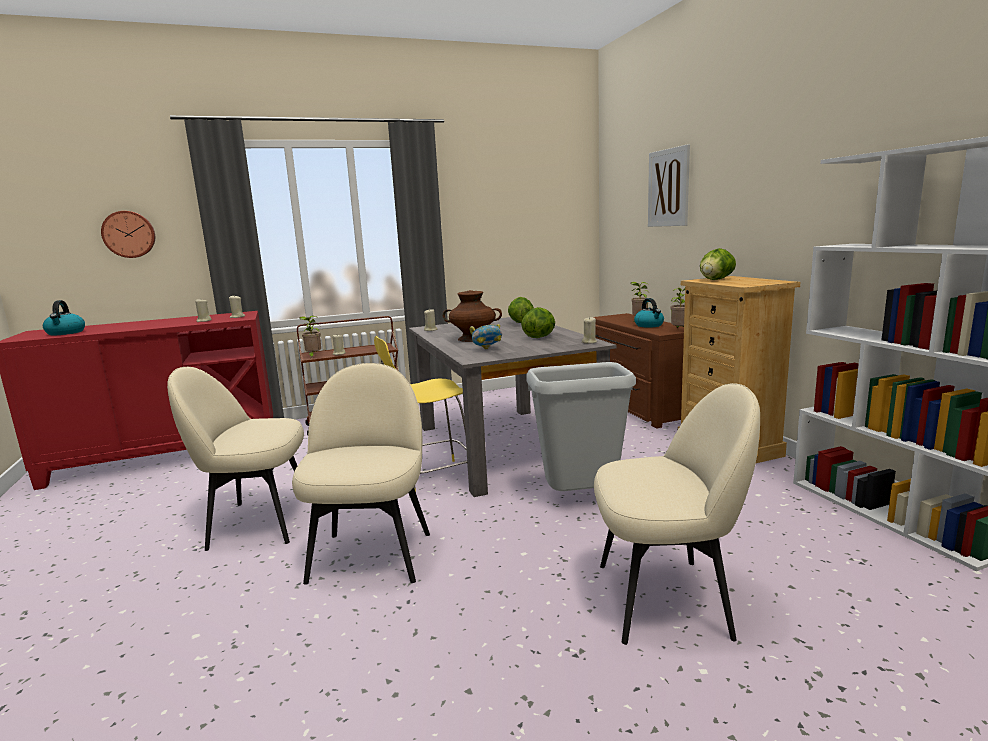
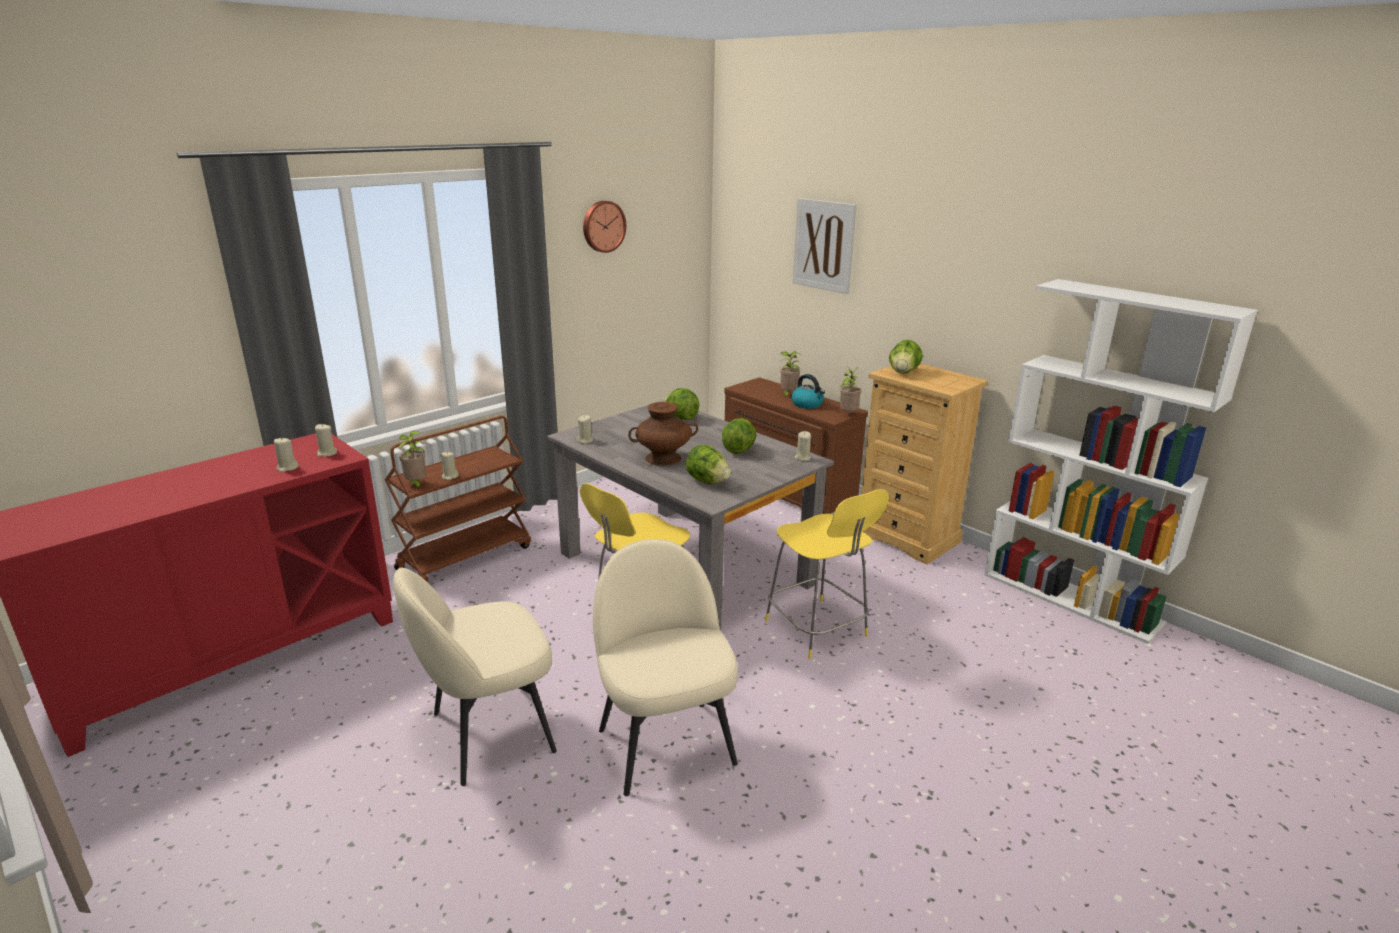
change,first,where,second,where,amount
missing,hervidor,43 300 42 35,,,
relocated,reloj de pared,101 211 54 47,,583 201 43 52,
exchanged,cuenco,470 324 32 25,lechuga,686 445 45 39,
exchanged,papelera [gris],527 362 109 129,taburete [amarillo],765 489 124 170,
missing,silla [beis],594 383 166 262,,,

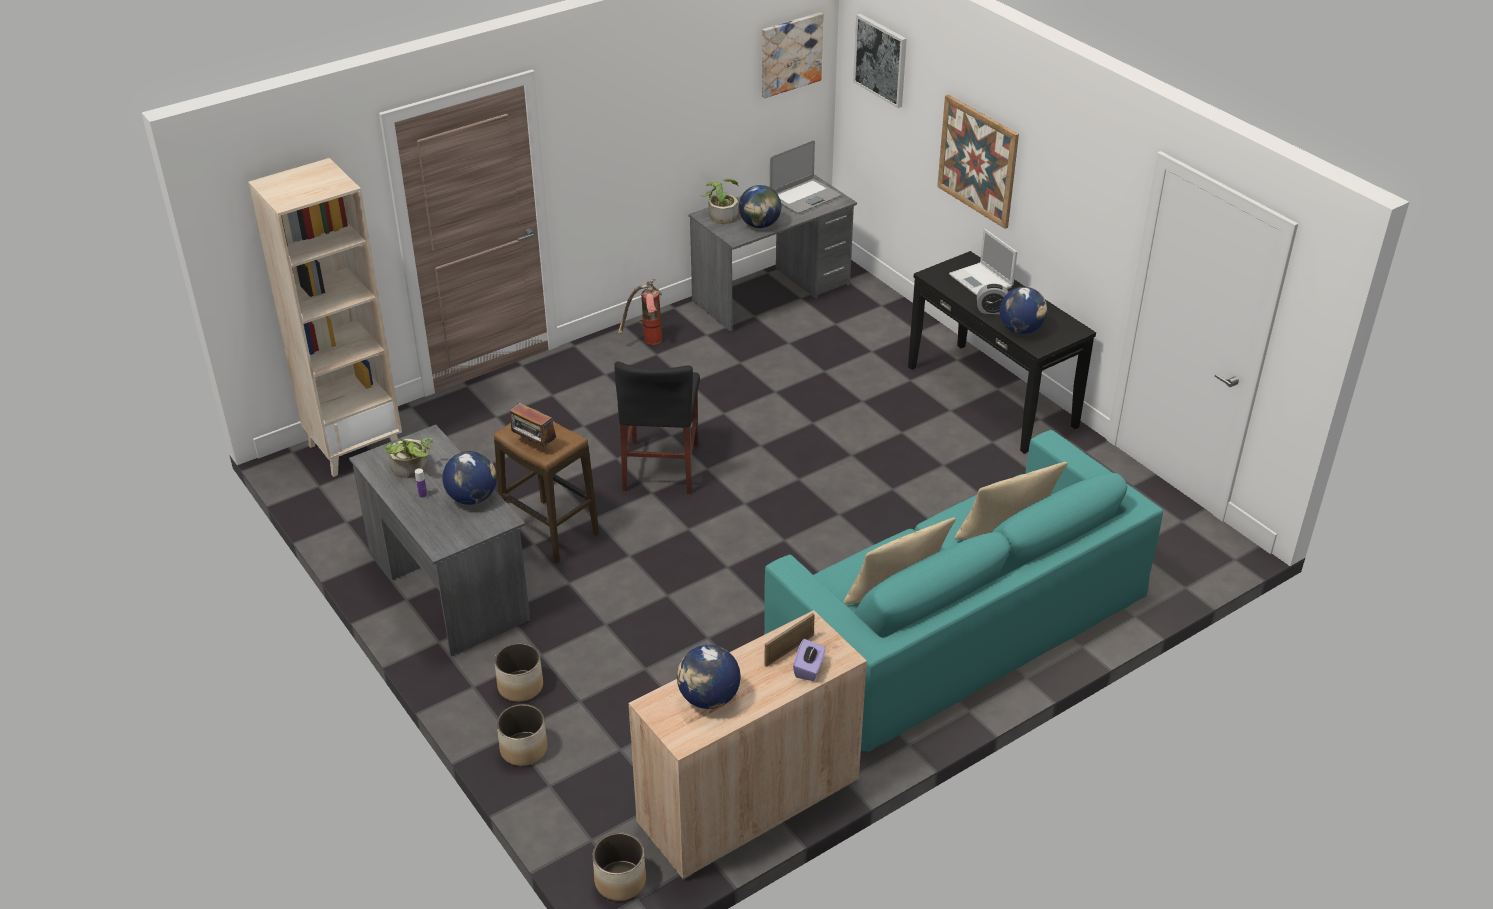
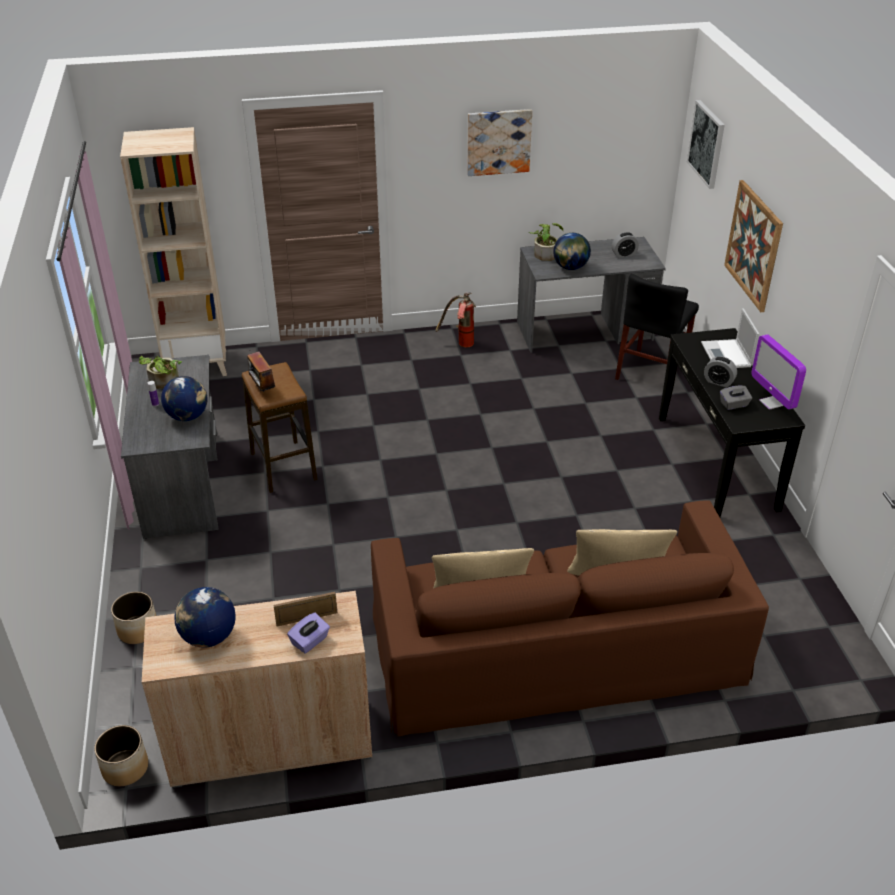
change,first,where,second,where,amount
missing,maceta,494 643 49 59,,,
relocated,silla [negro],614 361 86 133,,615 274 84 106,
relocated,cuadro,762 12 61 86,,467 109 65 67,
colour,sofá [turquesa],764 430 399 322,sofá [marrón],371 500 398 236,
exchanged,portátil,770 140 71 73,despertador,612 232 27 26,
exchanged,globo terráqueo,1000 287 47 47,caja de pañuelos [gris],720 385 32 25,
appeared,,,monitor,751 334 55 76,

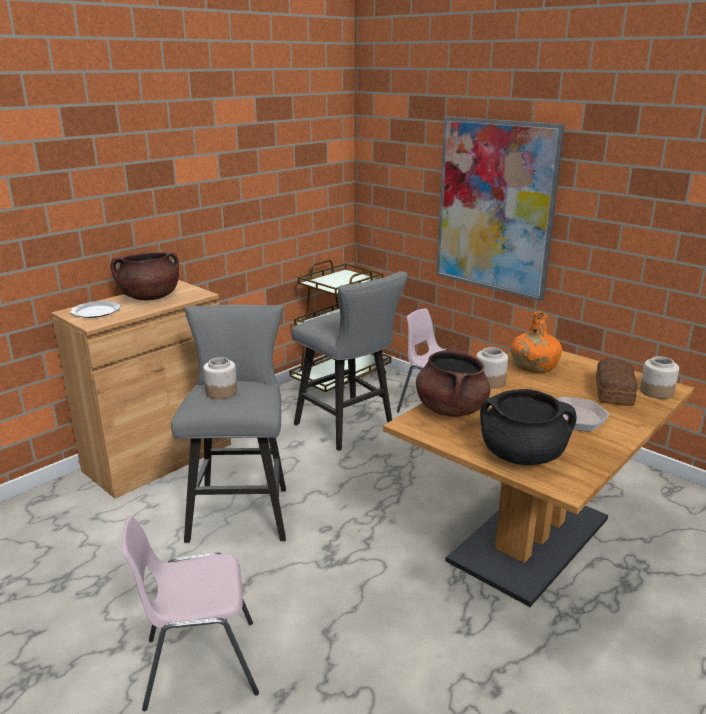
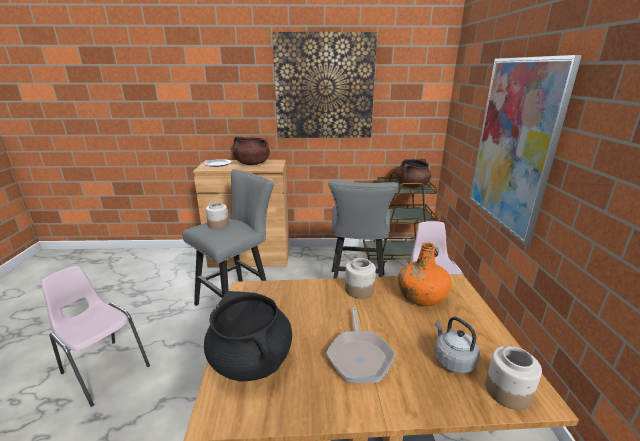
change,first,where,second,where,amount
relocated,olla [marrón],416 346 74 71,,396 159 35 29,
exchanged,pan,596 359 41 47,hervidor [gris],435 317 45 57,
appeared,,,cuadro,273 32 104 106,

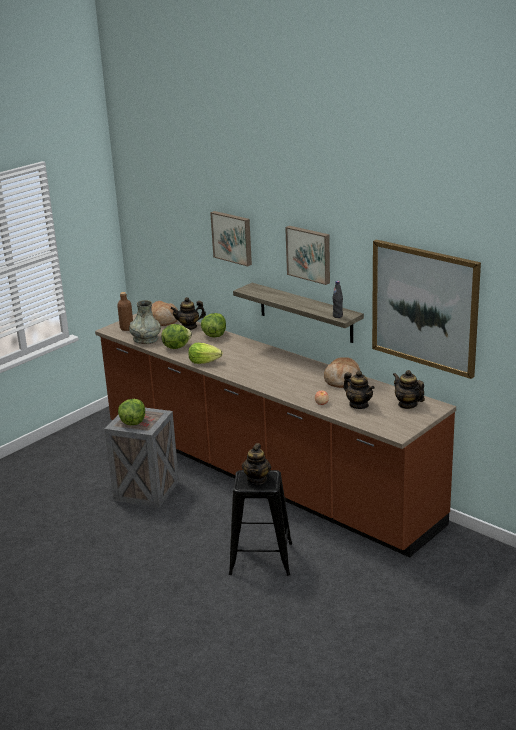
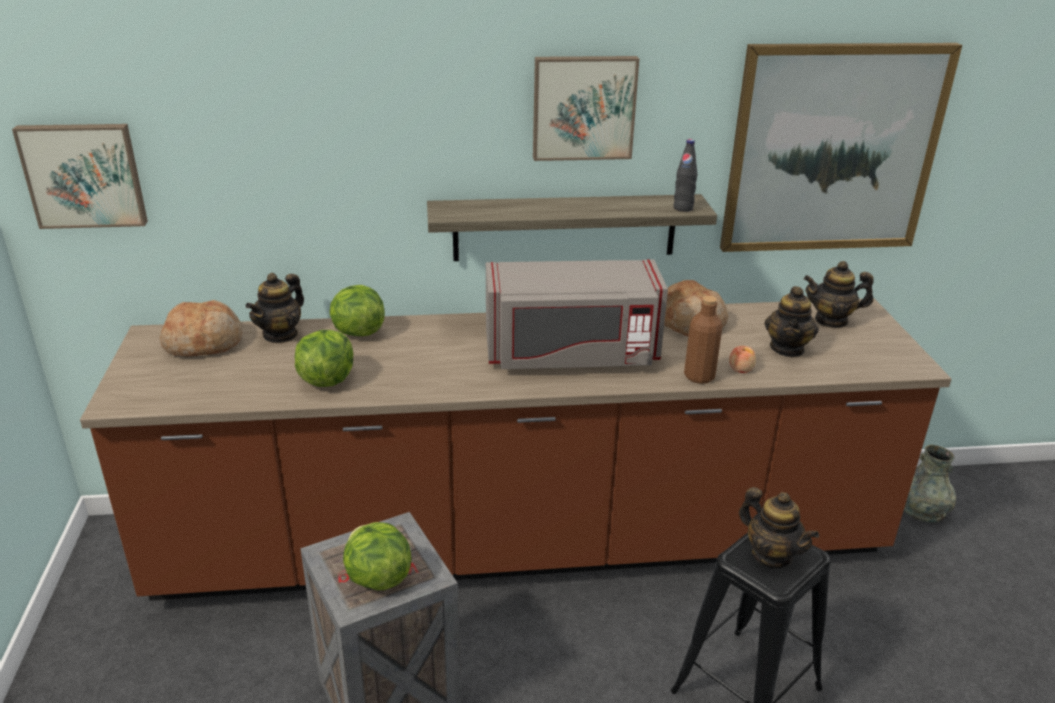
change,first,where,second,where,amount
relocated,botella [marrón],117 292 16 39,,684 296 39 88,
relocated,florero [gris],129 300 32 44,,904 445 52 78,
missing,lechuga,188 343 34 21,,,
relocated,cuadro,210 211 42 55,,12 124 136 105,
spun,tetera,343 371 32 38,,765 286 54 71,105 degrees clockwise
appeared,,,microondas [gris],486 259 182 110,

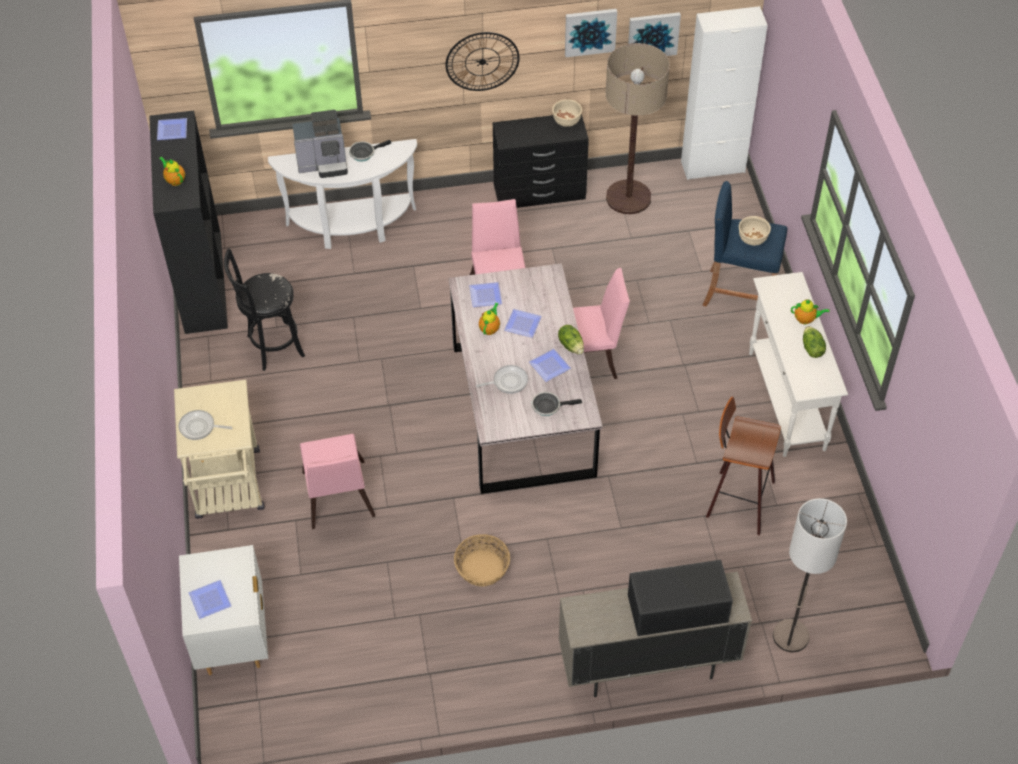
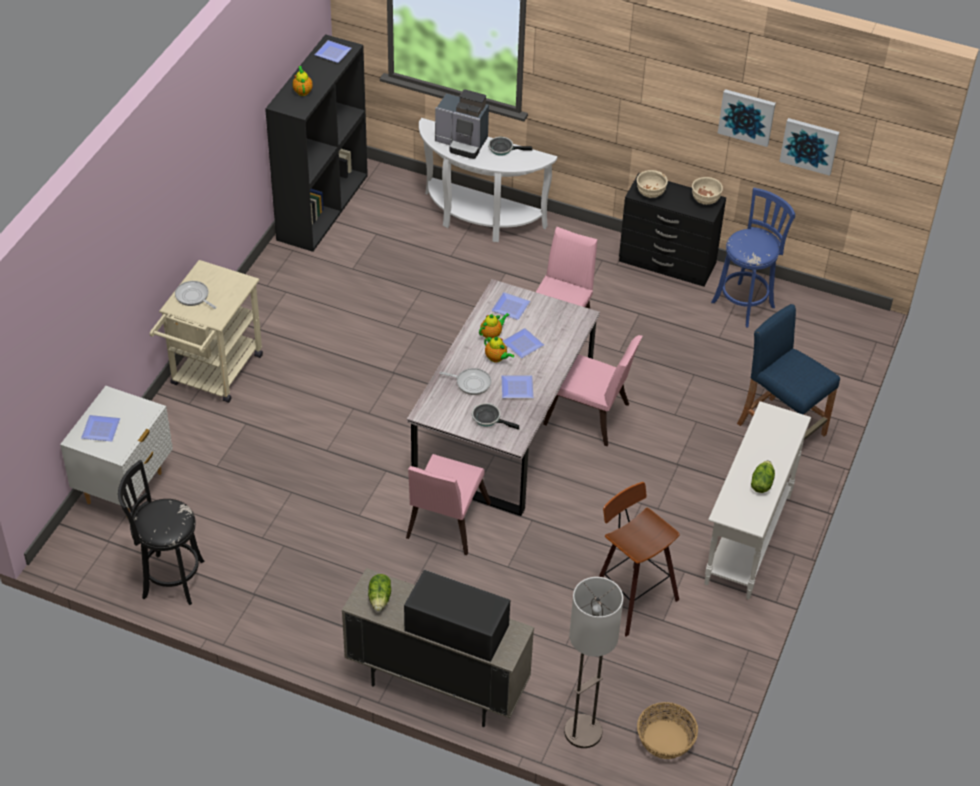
change,first,where,second,where,amount
relocated,taburete [negro],224 248 81 123,,118 460 87 145,
relocated,silla [rosa],300 434 75 95,,406 454 85 101,
missing,reloj de pared,446 32 74 59,,,
relocated,cesta,454 534 56 52,,637 702 61 57,
relocated,lechuga,558 325 26 30,,368 574 23 38,
exchanged,lámpara de pie,605 43 65 171,taburete [azul],711 188 84 139,
missing,armario [blanco],681 6 87 174,,,
relocated,cuenco [beis],739 216 32 30,,637 170 31 28,
relocated,tetera,791 299 38 25,,484 336 30 26,

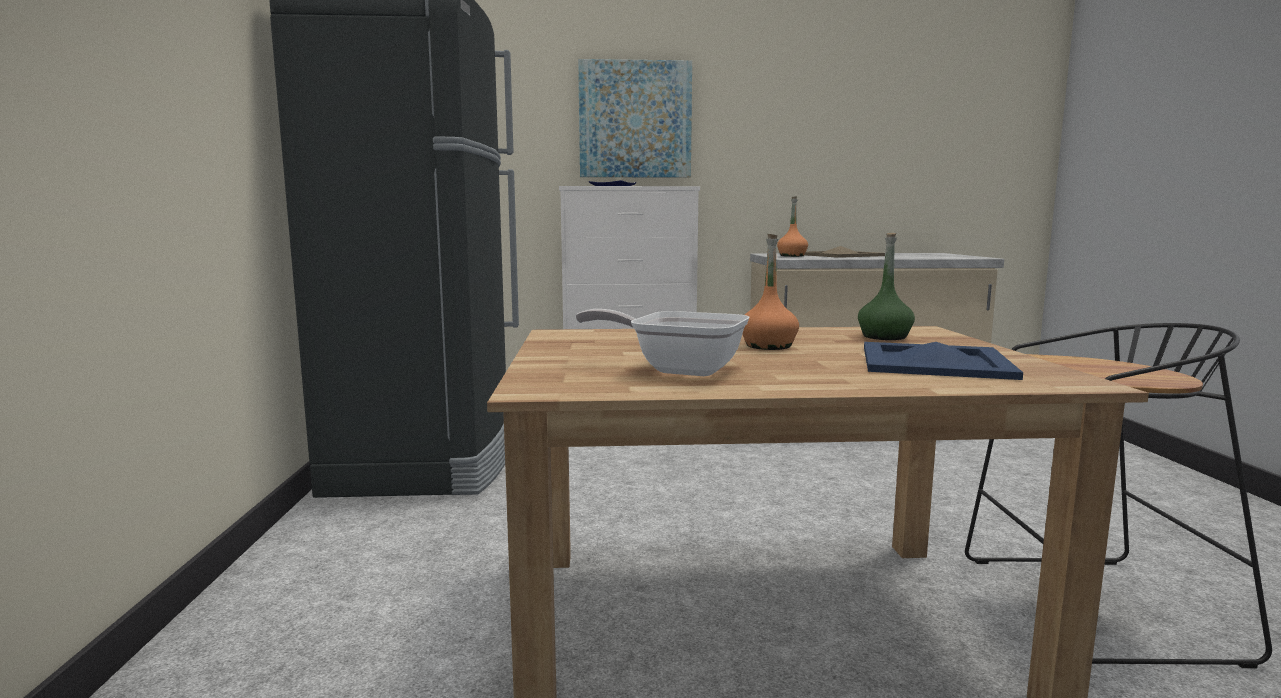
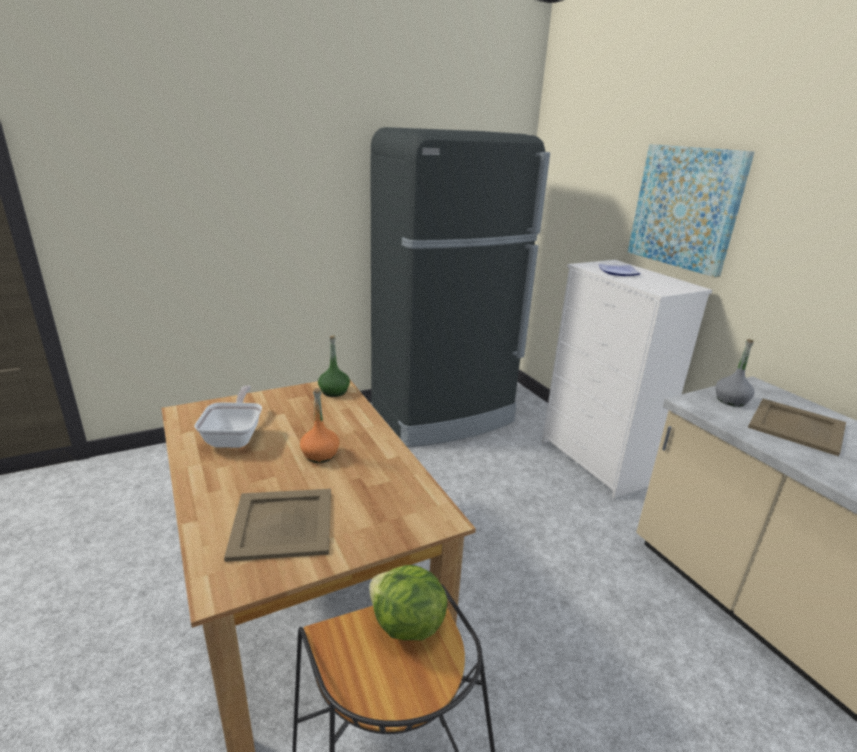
change,first,where,second,where,amount
colour,botella [naranja],777 197 31 60,botella [gris],715 339 40 68,
relocated,botella [verde],858 233 57 107,,318 335 32 62,
colour,bandeja [azul],864 342 159 38,bandeja [beis],224 489 107 73,
appeared,,,lechuga,369 565 78 76,

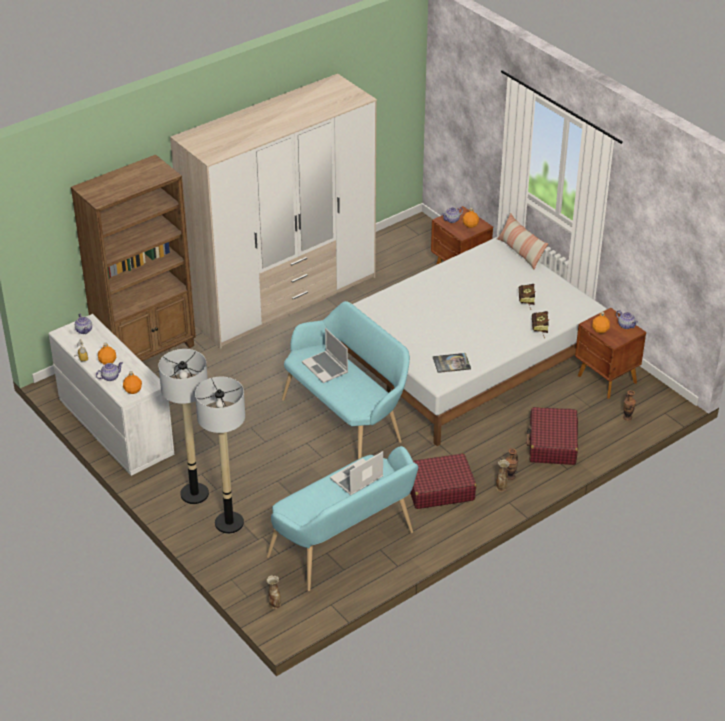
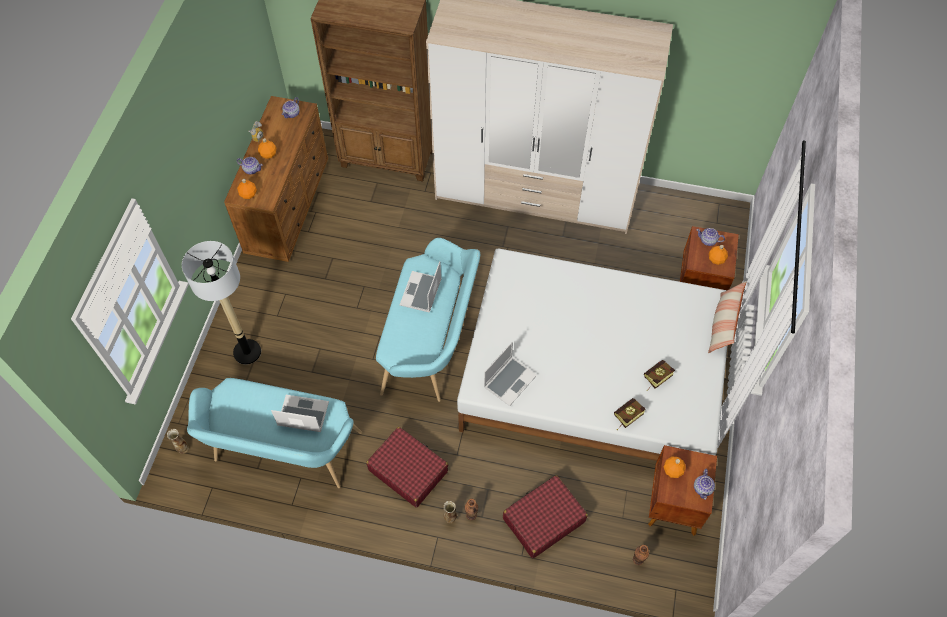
change,first,where,second,where,amount
colour,cómoda [blanco],49 314 125 162,cómoda [marrón],224 96 104 166,
missing,lámpara de pie,158 349 51 155,,,
exchanged,libro,433 353 38 20,portátil,484 341 53 65,

